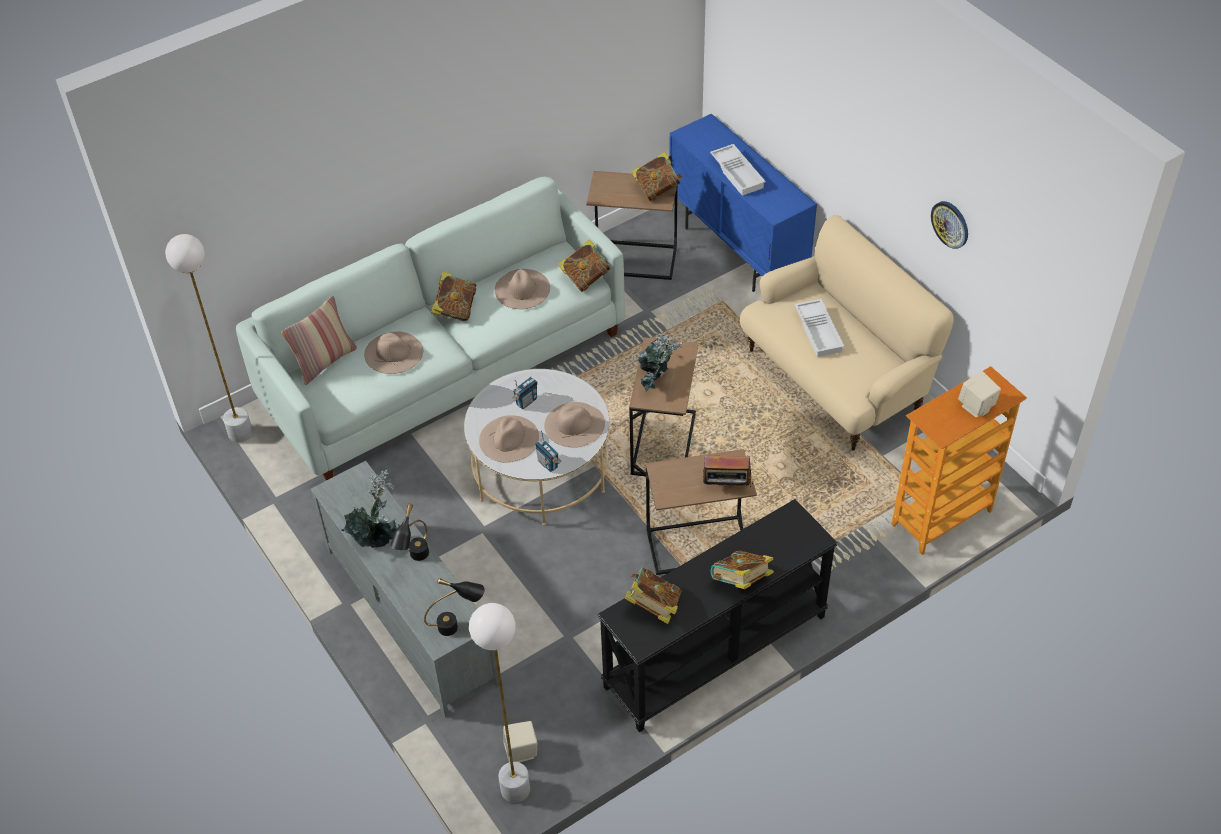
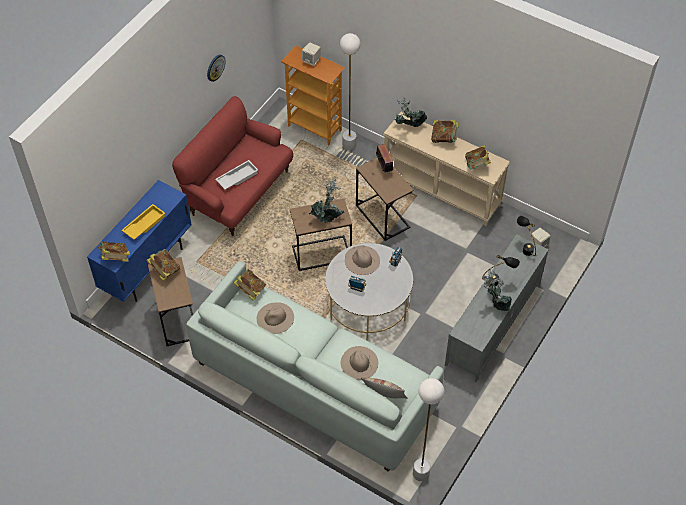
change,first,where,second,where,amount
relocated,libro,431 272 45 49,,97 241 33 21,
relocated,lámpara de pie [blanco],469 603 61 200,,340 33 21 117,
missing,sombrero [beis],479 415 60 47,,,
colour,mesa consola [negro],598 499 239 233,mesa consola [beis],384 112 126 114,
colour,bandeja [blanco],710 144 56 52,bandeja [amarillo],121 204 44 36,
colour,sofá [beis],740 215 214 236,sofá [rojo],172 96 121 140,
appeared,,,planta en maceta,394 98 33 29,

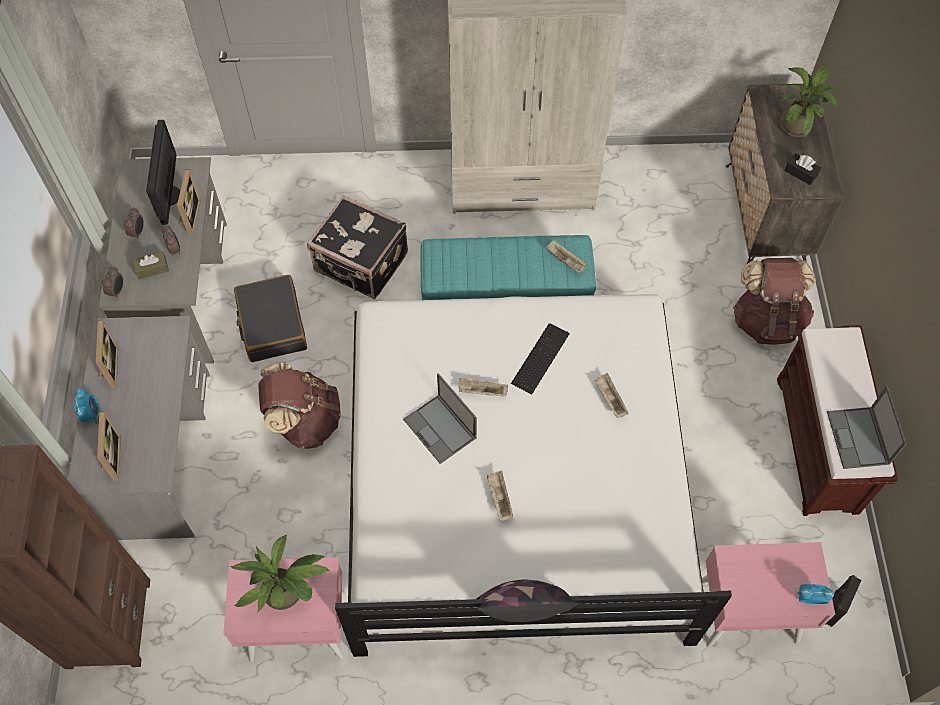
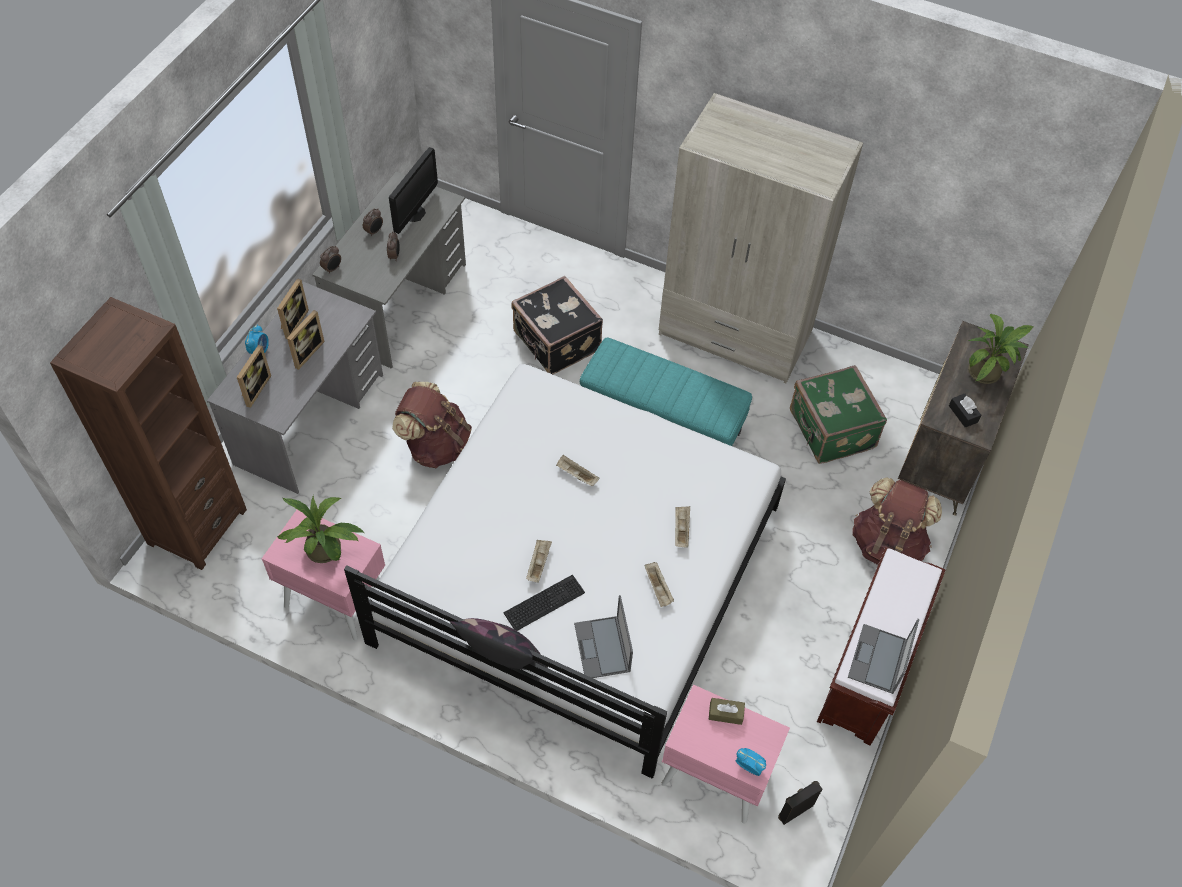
change,first,where,second,where,amount
relocated,caja de pañuelos [marrón],132 251 37 28,,709 698 36 27,
relocated,portarretratos,177 169 24 67,,287 310 38 60,
missing,maleta [negro],234 275 73 87,,,
relocated,portátil,403 373 74 91,,574 595 59 83,
relocated,teclado,511 323 59 71,,503 575 82 56,
relocated,bandeja [beis],546 240 41 34,,645 562 29 45,
appeared,,,maleta [verde],790 365 97 99,

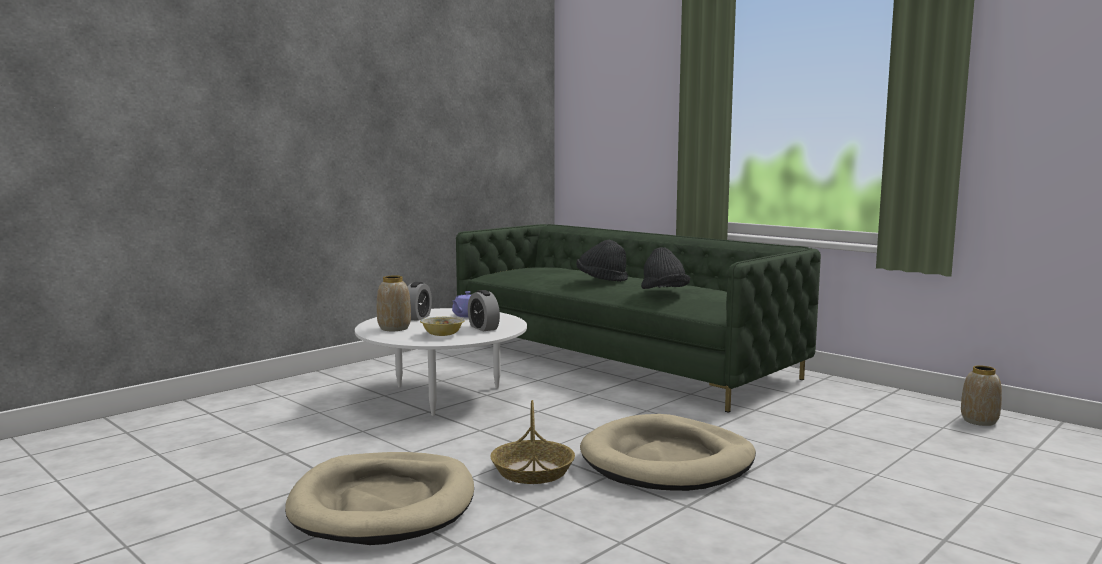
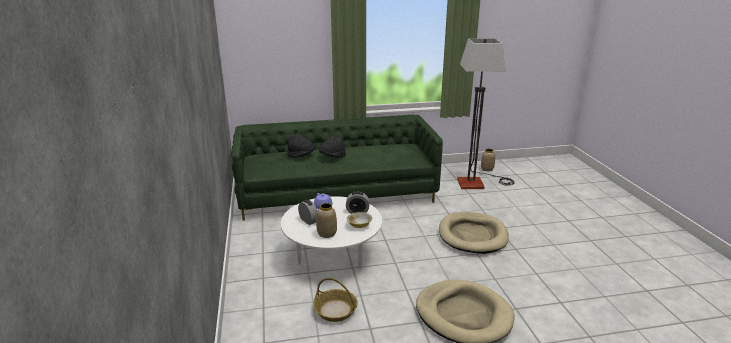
change,first,where,second,where,amount
relocated,cesta,490 400 85 84,,313 278 45 44,
relocated,sombrero [negro],641 247 49 42,,287 134 28 24,
appeared,,,lámpara de pie,457 39 57 150,

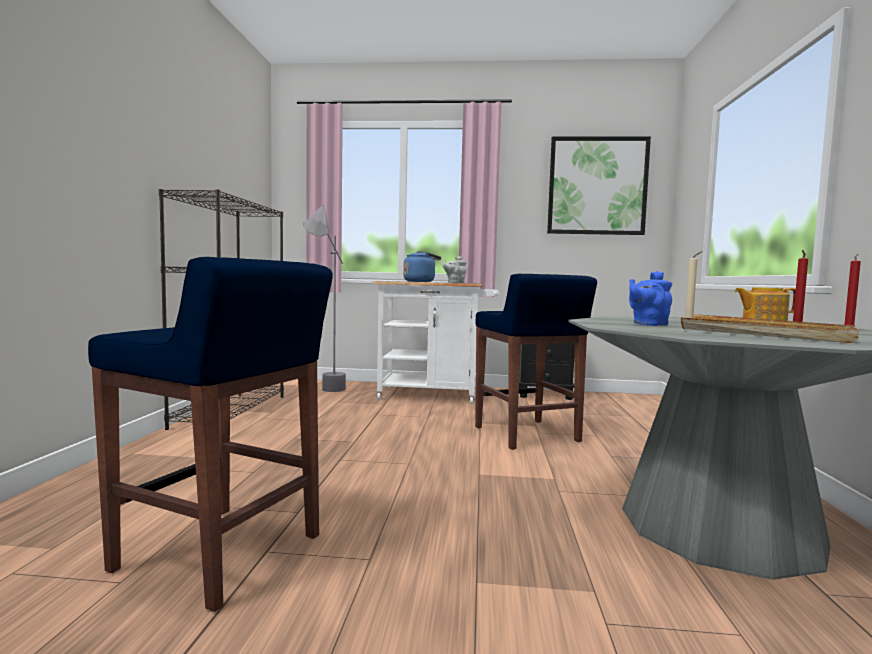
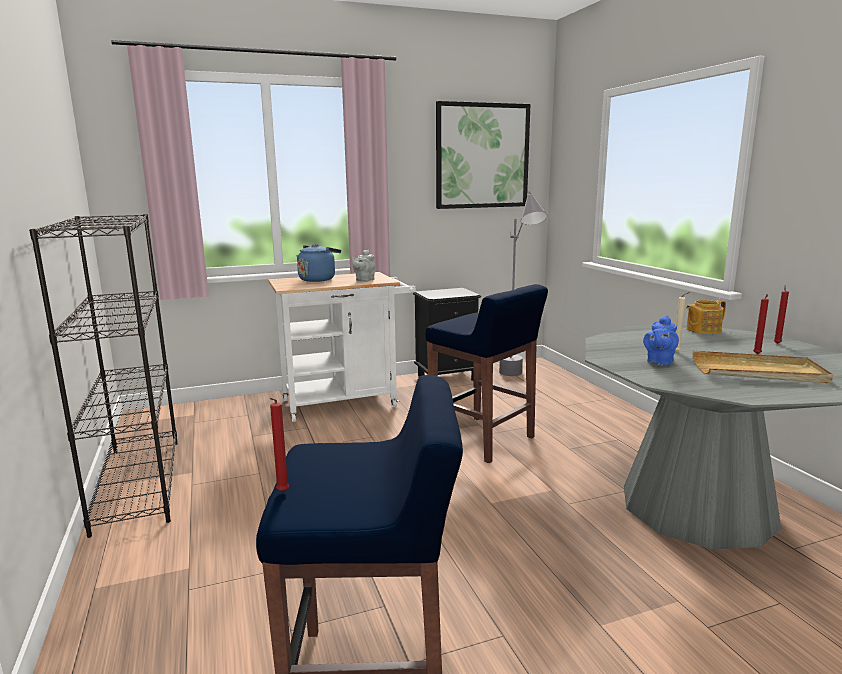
change,first,where,second,where,amount
relocated,lámpara de pie [gris],303 205 43 187,,499 191 48 185,
appeared,,,vela [rojo],269 398 20 94,

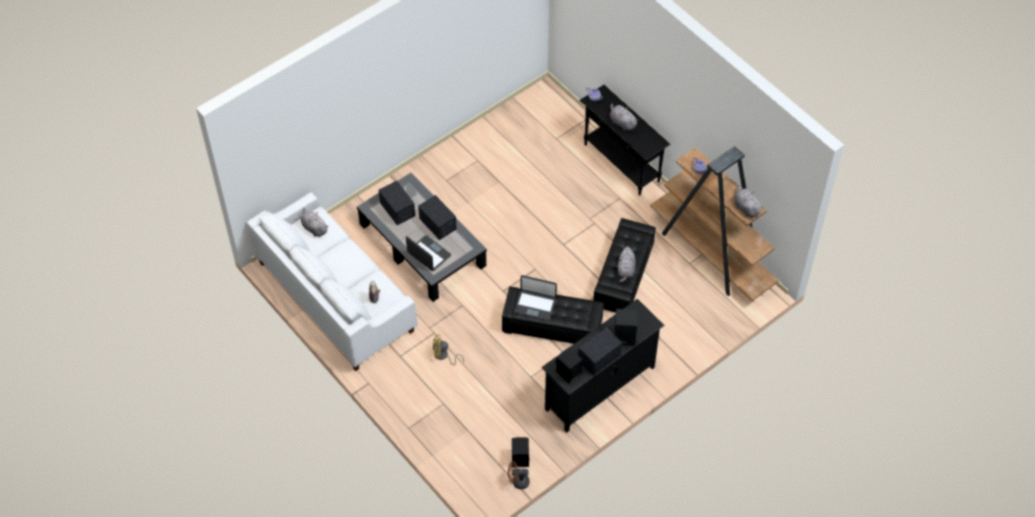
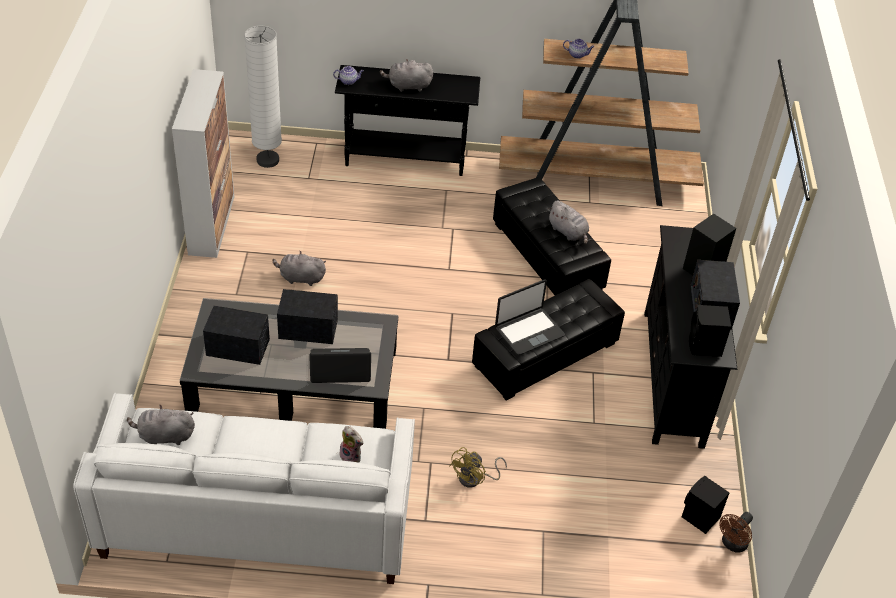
change,first,where,second,where,amount
relocated,peluche [gris],733 186 31 32,,272 251 54 35,
appeared,,,armario,172 69 62 189,
appeared,,,lámpara de pie [blanco],244 26 38 142,

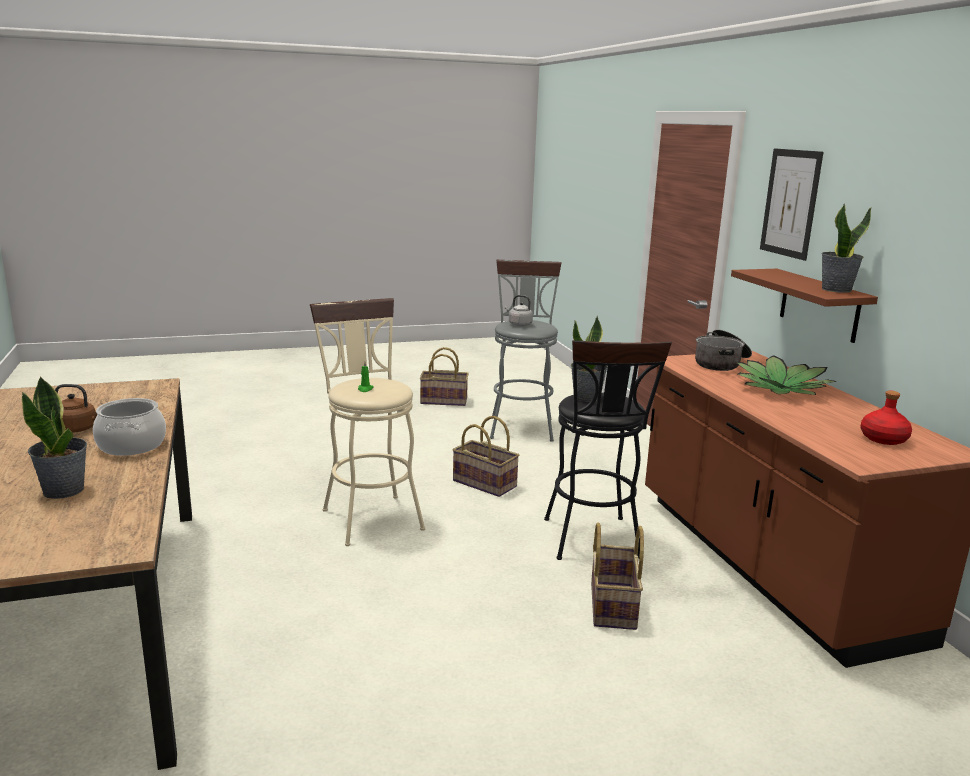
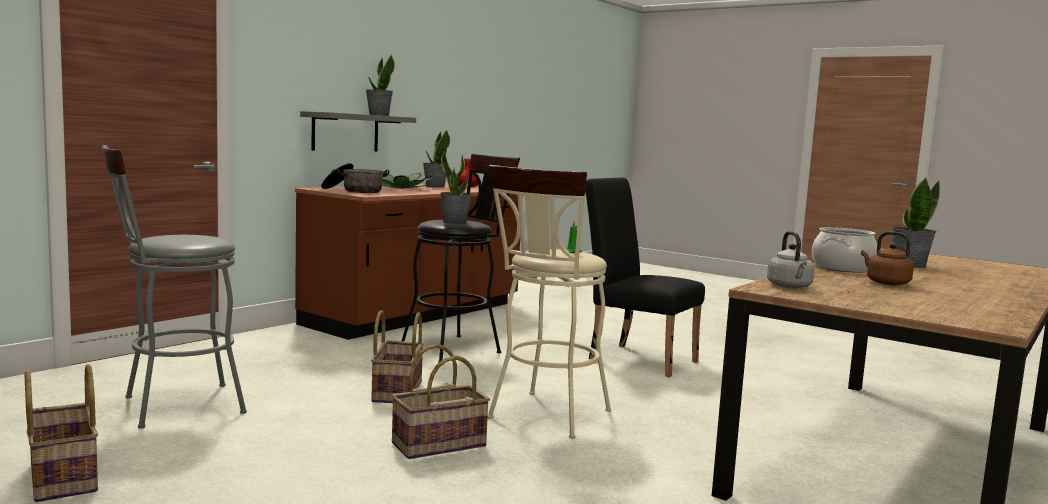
change,first,where,second,where,amount
relocated,hervidor [gris],505 295 28 31,,767 231 48 58,
relocated,cesta,591 522 53 108,,392 344 98 115,
colour,estante [marrón],731 269 147 74,estante [gris],300 111 116 41,
missing,cuadro,760 148 63 113,,,
appeared,,,planta en maceta,423 130 27 58,
appeared,,,silla [negro],585 178 120 199,

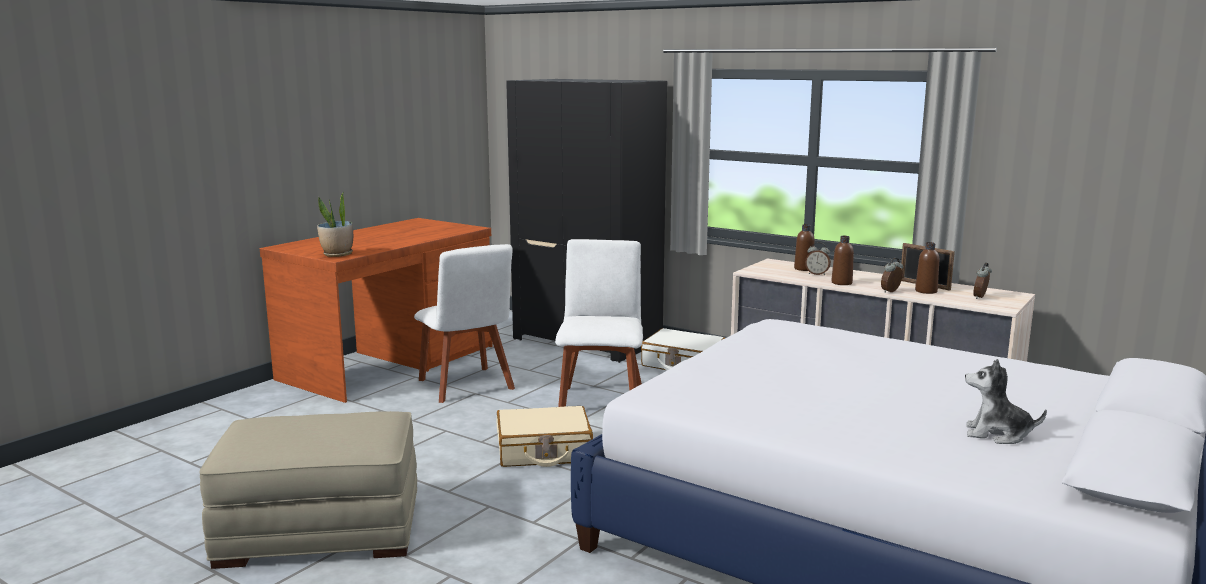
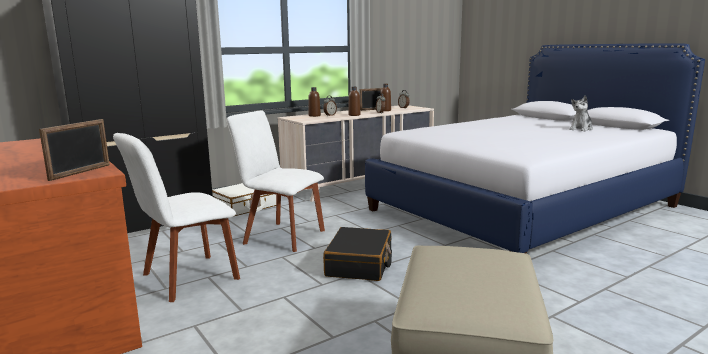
change,first,where,second,where,amount
exchanged,planta en maceta,317 193 36 64,portarretratos,39 119 71 62,
spun,silla [blanco],414 244 101 159,,113 133 127 169,150 degrees clockwise
colour,maleta [beis],497 406 96 61,maleta [negro],323 227 69 54,

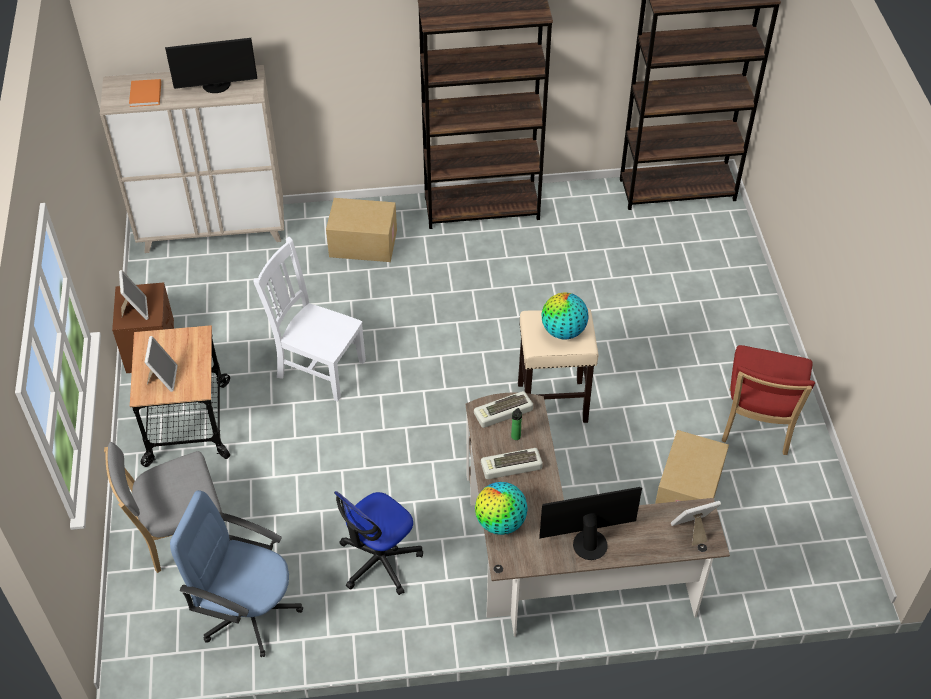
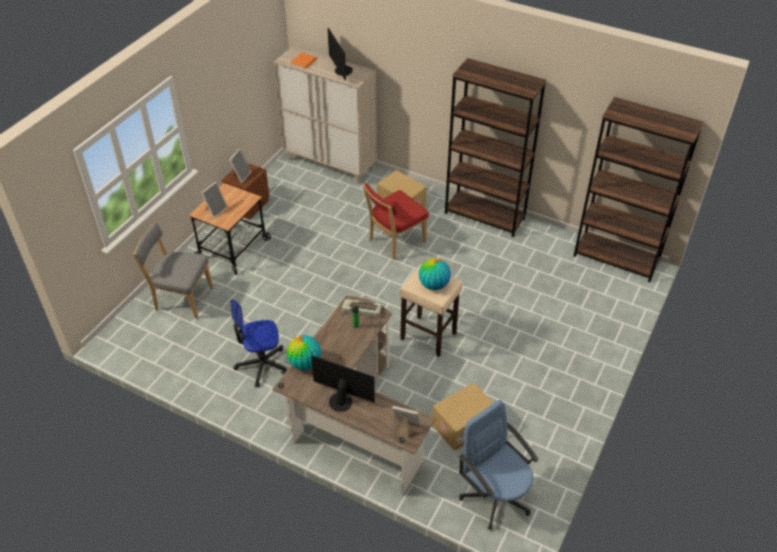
change,first,where,second,where,amount
spun,monitor,165 38 92 55,,328 28 25 52,45 degrees clockwise
relocated,silla de oficina [azul],170 490 133 167,,459 400 80 130,
missing,silla [blanco],253 237 113 164,,,
missing,teclado,481 448 62 31,,,
relocated,silla [rojo],721 345 94 110,,363 183 66 77,

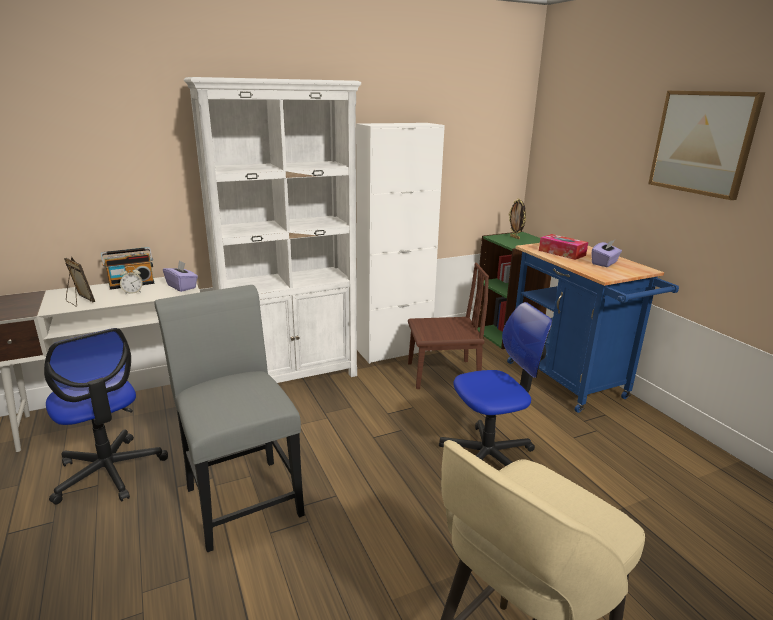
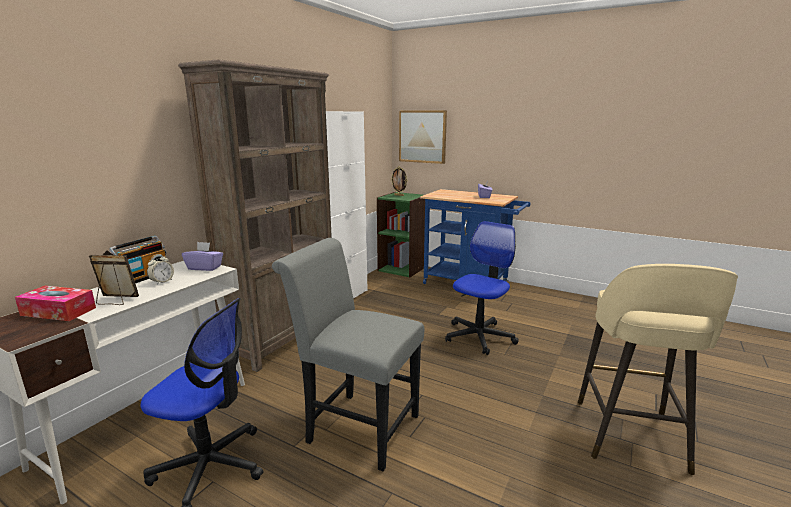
change,first,where,second,where,amount
colour,estantería [blanco],184 77 178 306,estantería [marrón],178 59 154 313,
missing,silla [marrón],408 263 81 126,,,
relocated,caja de pañuelos,539 234 49 26,,15 286 81 35,
relocated,cuadro,648 91 117 109,,399 110 48 54,

